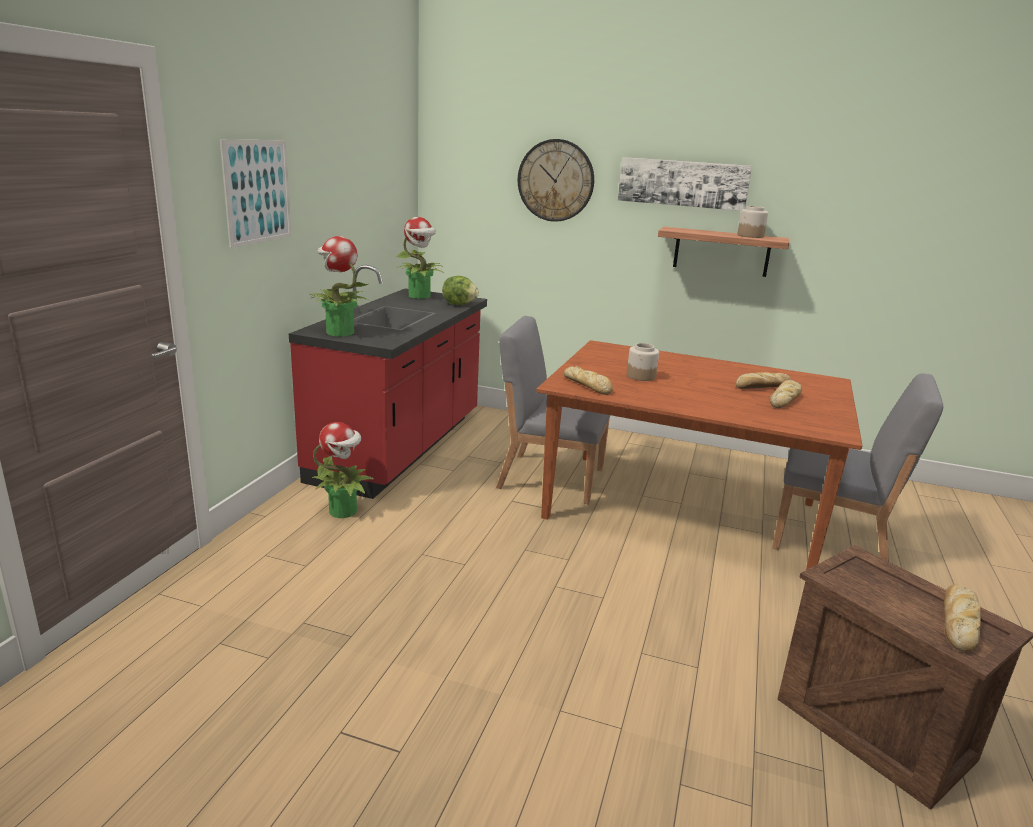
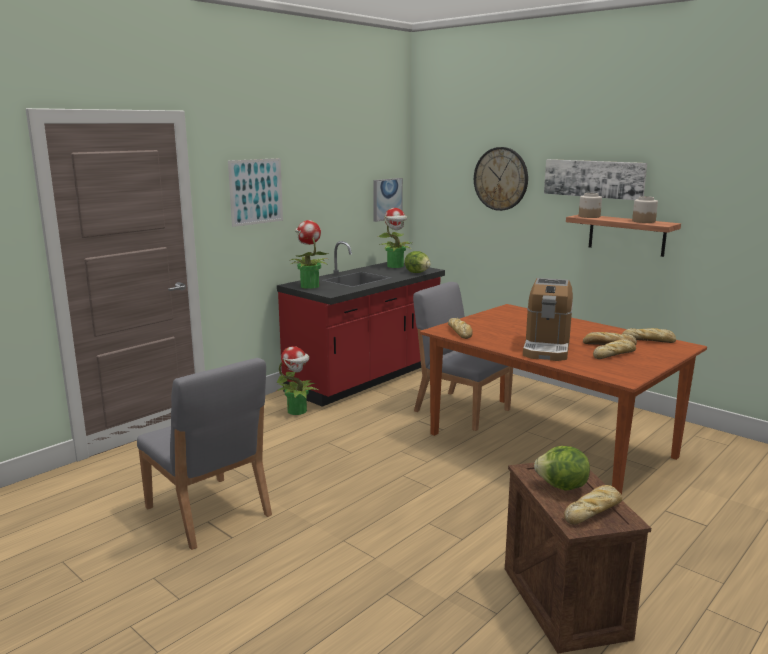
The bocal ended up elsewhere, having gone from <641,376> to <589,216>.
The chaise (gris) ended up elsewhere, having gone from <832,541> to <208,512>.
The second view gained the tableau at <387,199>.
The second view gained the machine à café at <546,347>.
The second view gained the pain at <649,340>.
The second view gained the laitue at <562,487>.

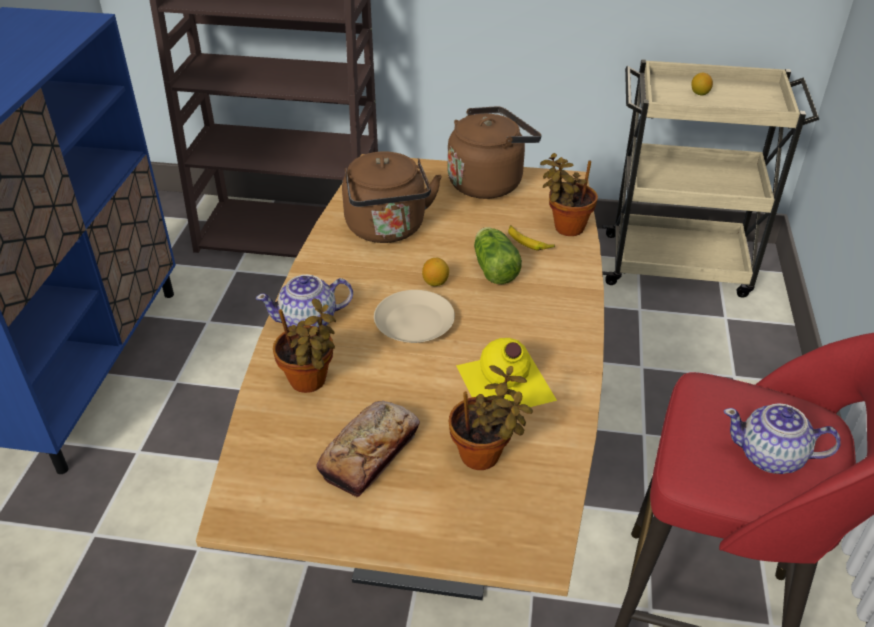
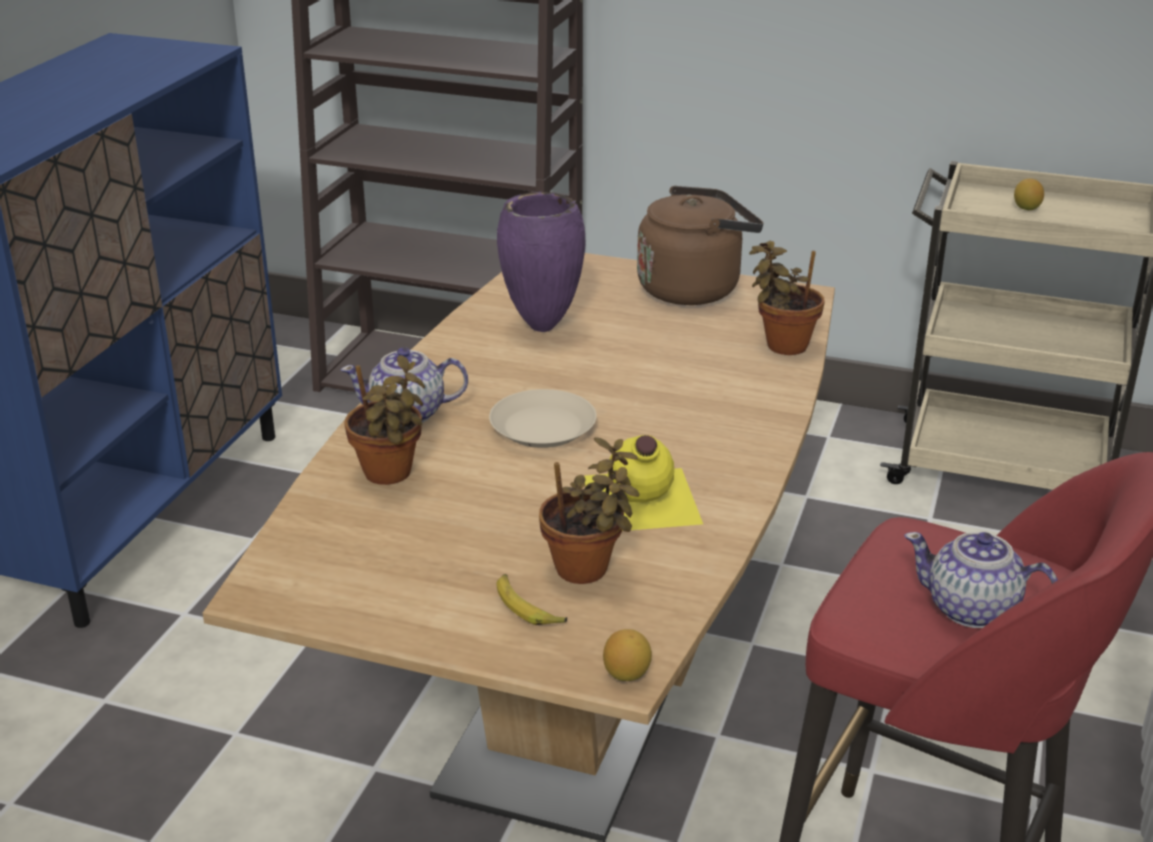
Where the bouilloire (marron) stood at <387,230>, the vase (violet) came to stand at <541,328>.
The banane ended up elsewhere, having gone from <528,242> to <527,607>.
The second view lost the laitue at <494,267>.
The citron ended up elsewhere, having gone from <435,282> to <626,674>.
The second view lost the pain at <369,453>.

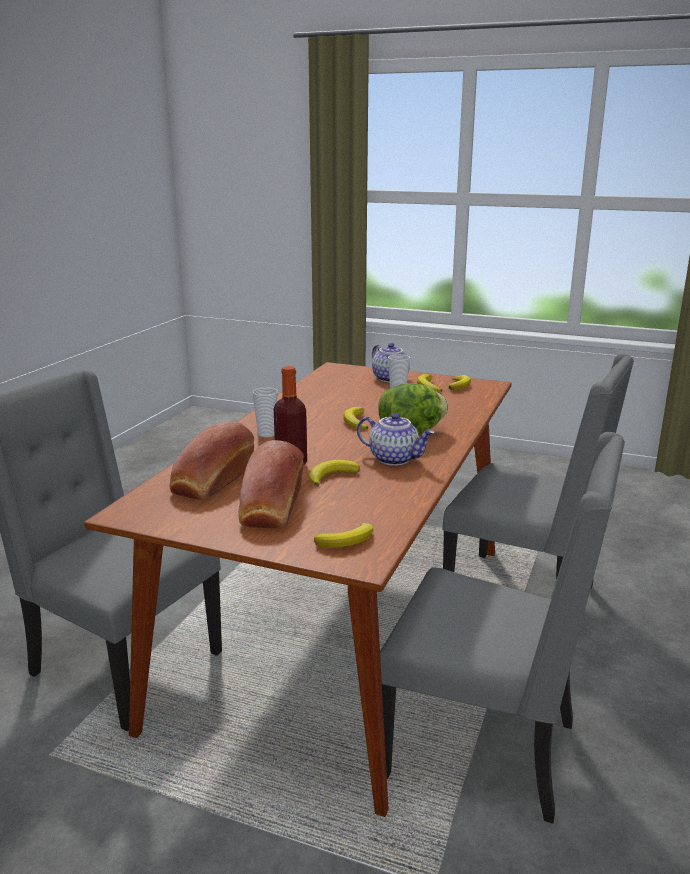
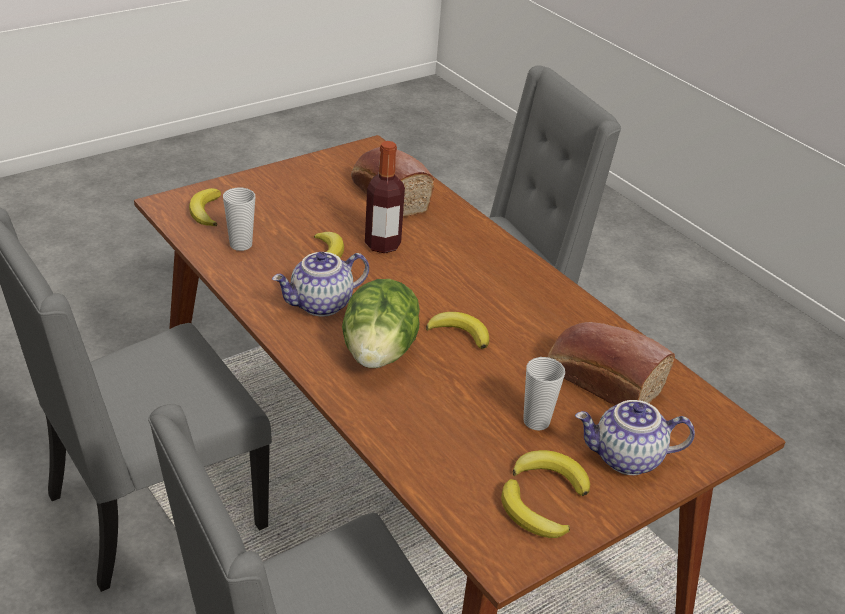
The tasse ended up elsewhere, having gone from <266,434> to <241,245>.
The pain ended up elsewhere, having gone from <271,508> to <600,380>.

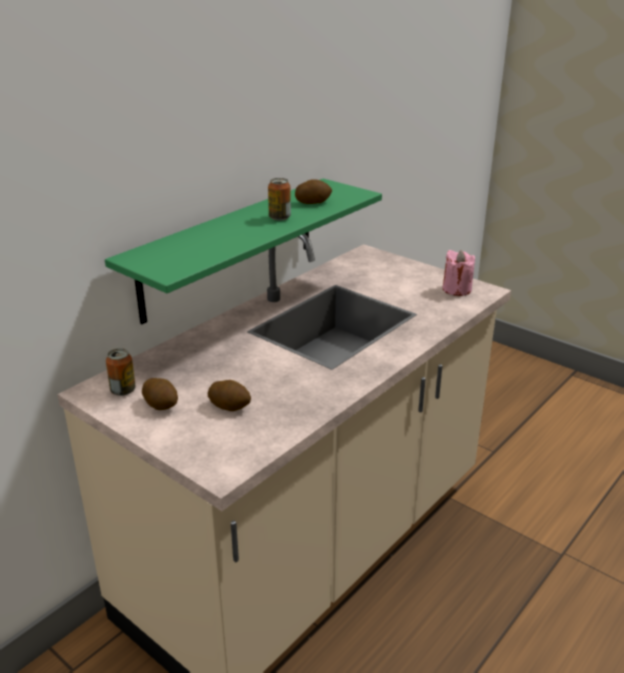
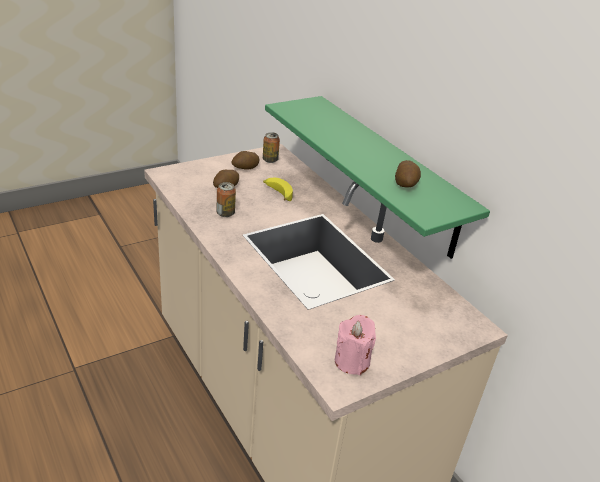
The boîte métallique ended up elsewhere, having gone from <279,217> to <225,213>.
The second view gained the banane at <277,193>.

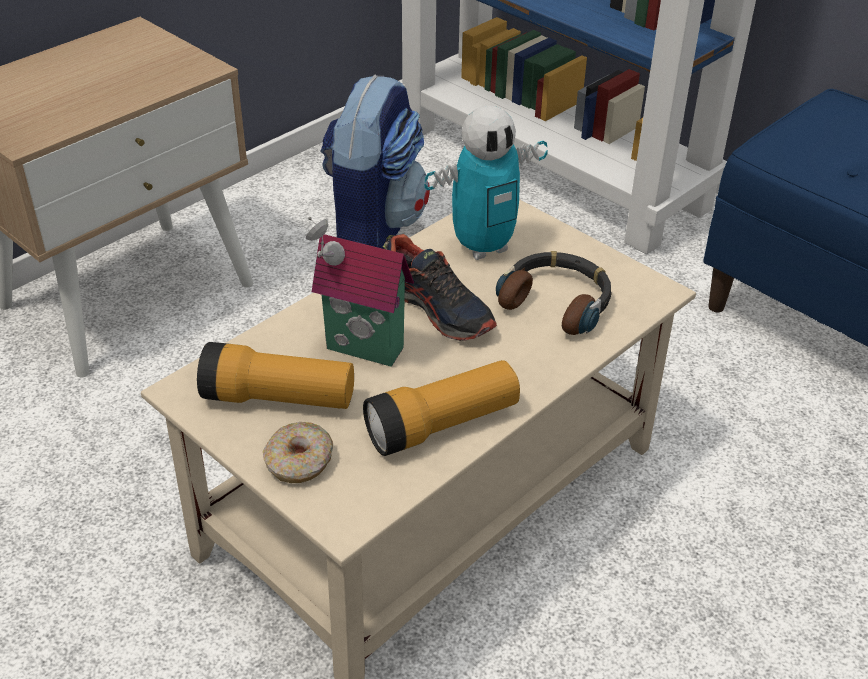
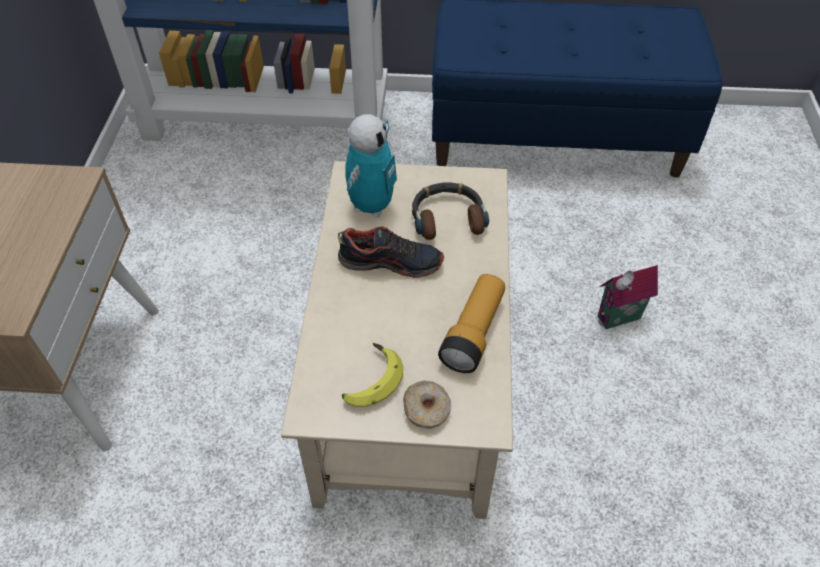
The second view lost the sac à dos at <374,226>.
The maison miniature ended up elsewhere, having gone from <362,351> to <619,320>.
Where the lampe de poche stood at <278,399>, the banane came to stand at <370,380>.

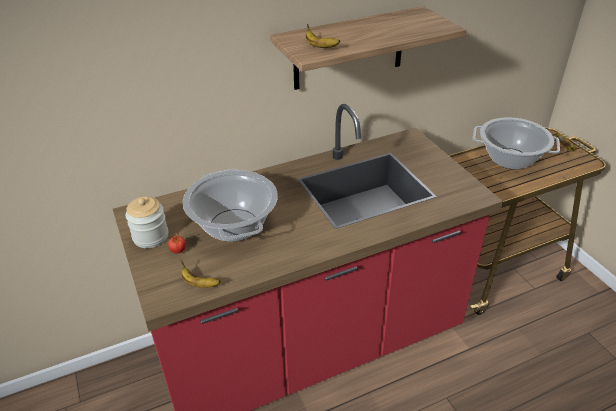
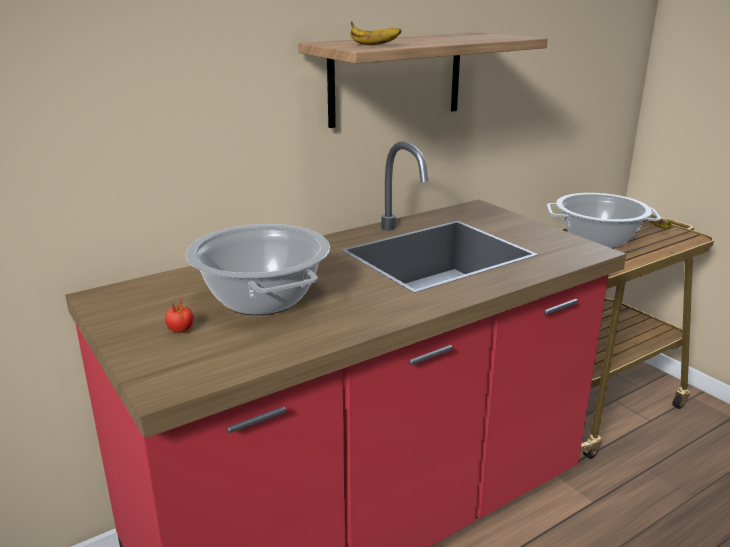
The second view lost the bocal at <151,237>.
The second view lost the banane at <199,284>.

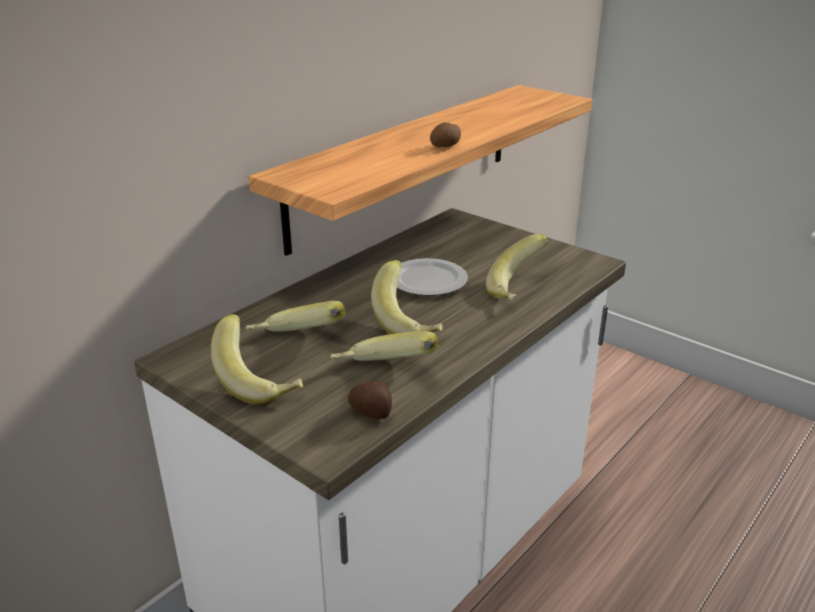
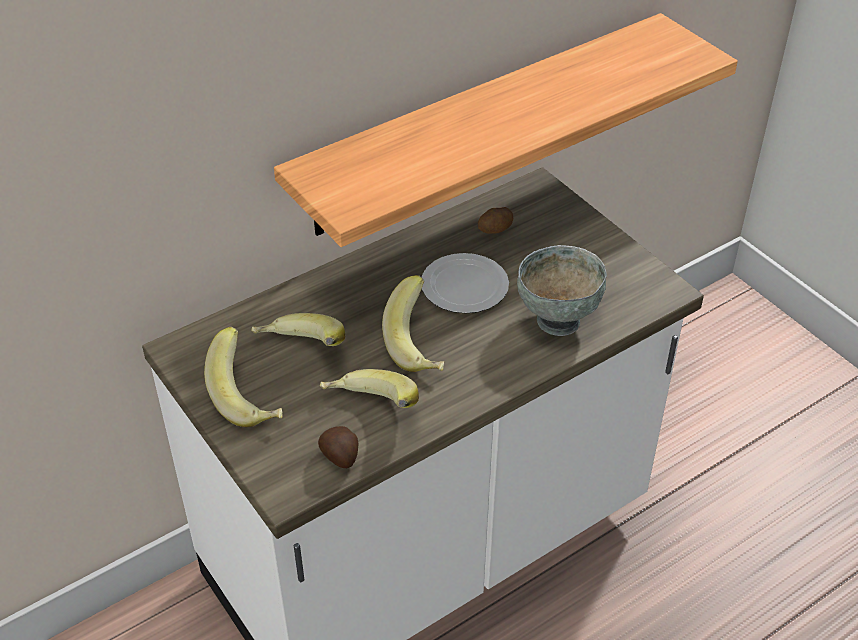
The pomme de terre ended up elsewhere, having gone from <445,146> to <495,229>.
Where the banane stood at <519,290>, the bol (gris) came to stand at <557,319>.

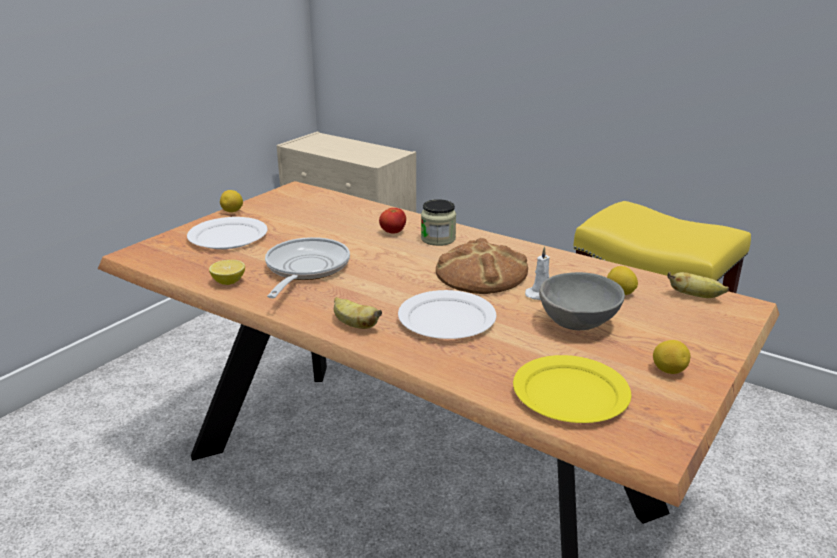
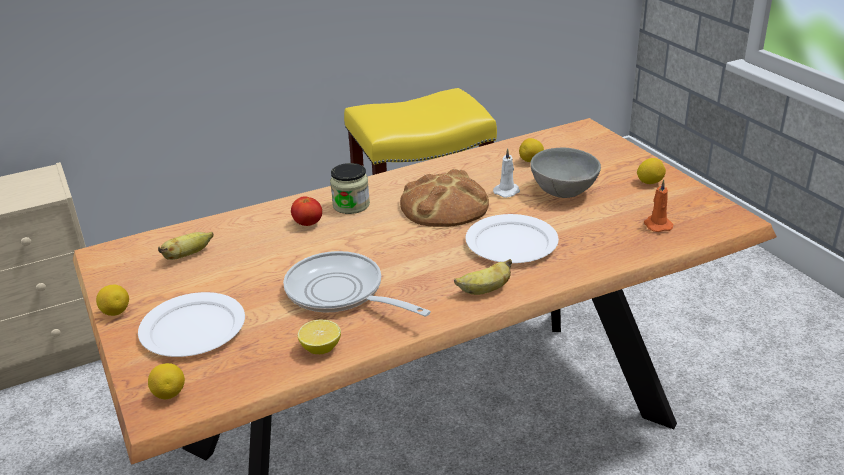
The banane ended up elsewhere, having gone from <695,296> to <188,255>.
Where the assiette (jaune) stood at <571,393>, the bougie (orange) came to stand at <657,225>.
The second view gained the citron at <169,394>.

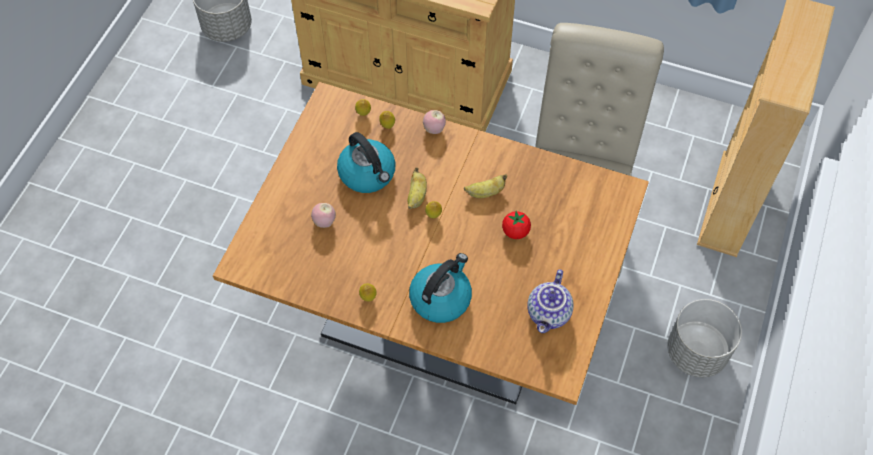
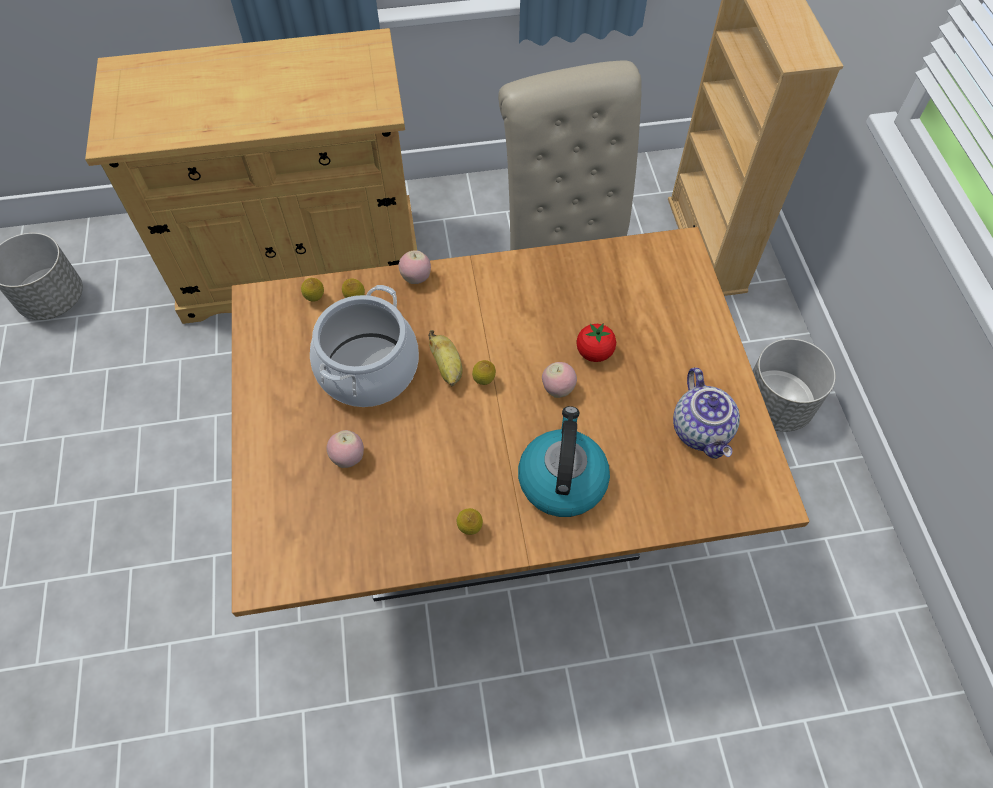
Where the bouilloire stood at <368,174>, the marmite came to stand at <368,369>.
The second view lost the banane at <485,193>.
The second view gained the pomme at <558,389>.

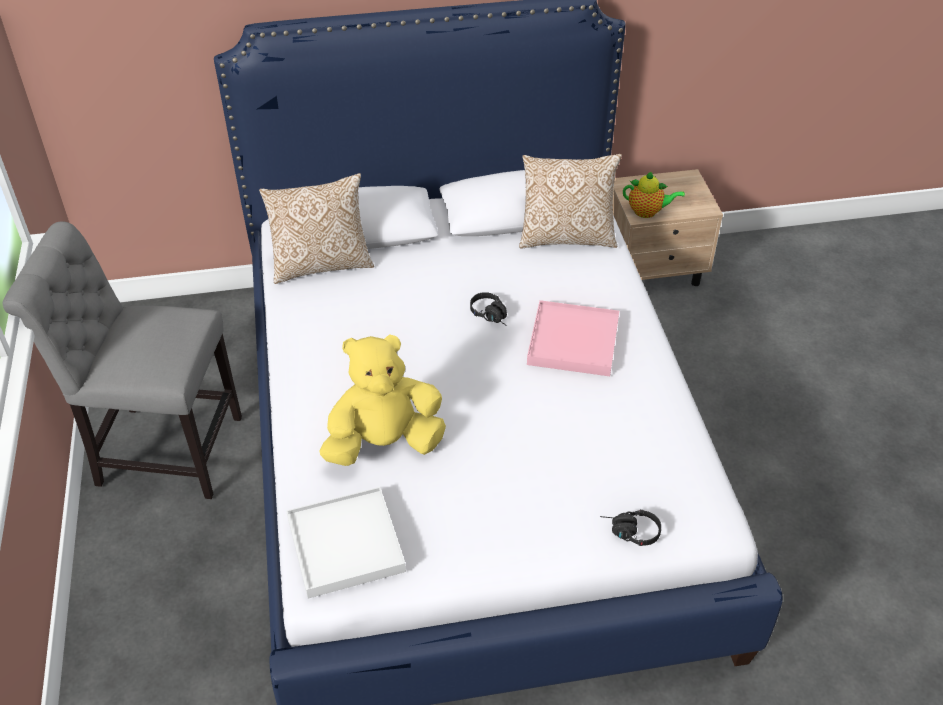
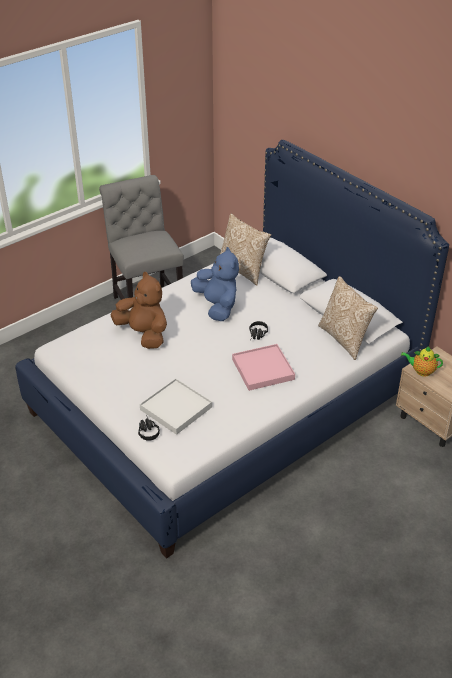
The théière at <647,212> ended up facing another way, 120 degrees clockwise from before.
What was the peluche (jaune) at <384,443> turned into the peluche (marron) at <144,334>.
The plateau (blanc) ended up elsewhere, having gone from <345,545> to <176,408>.
The second view gained the peluche (bleu) at <217,306>.

